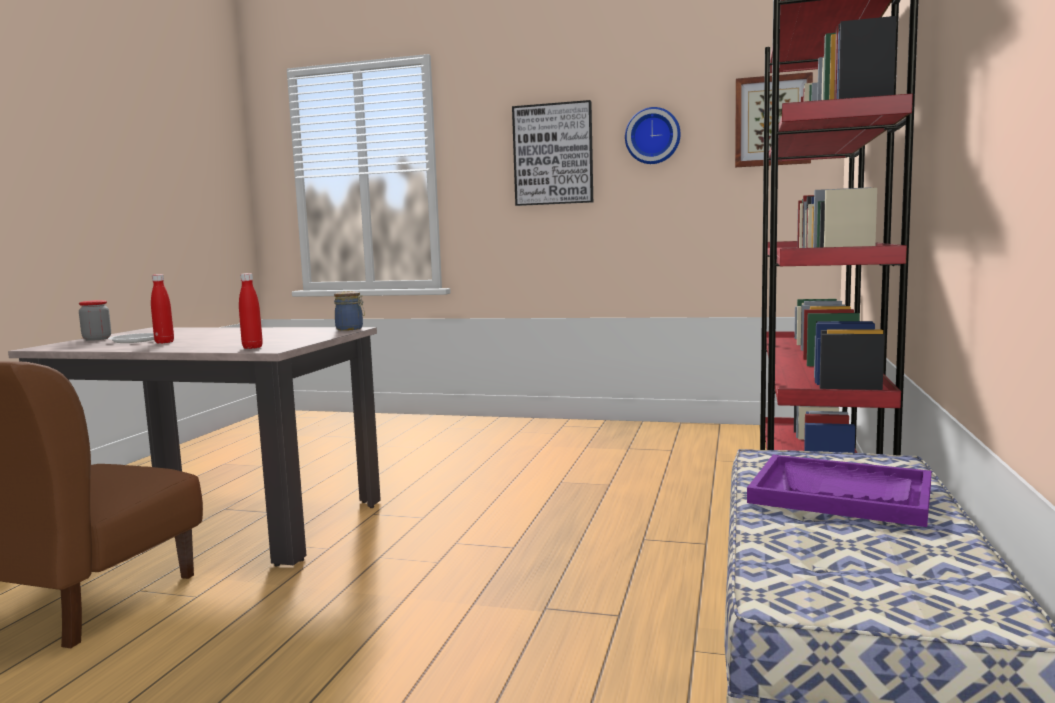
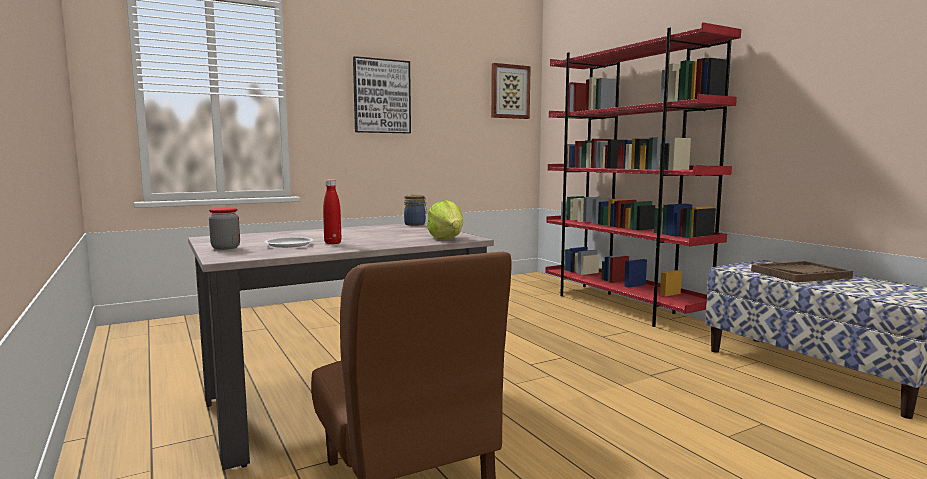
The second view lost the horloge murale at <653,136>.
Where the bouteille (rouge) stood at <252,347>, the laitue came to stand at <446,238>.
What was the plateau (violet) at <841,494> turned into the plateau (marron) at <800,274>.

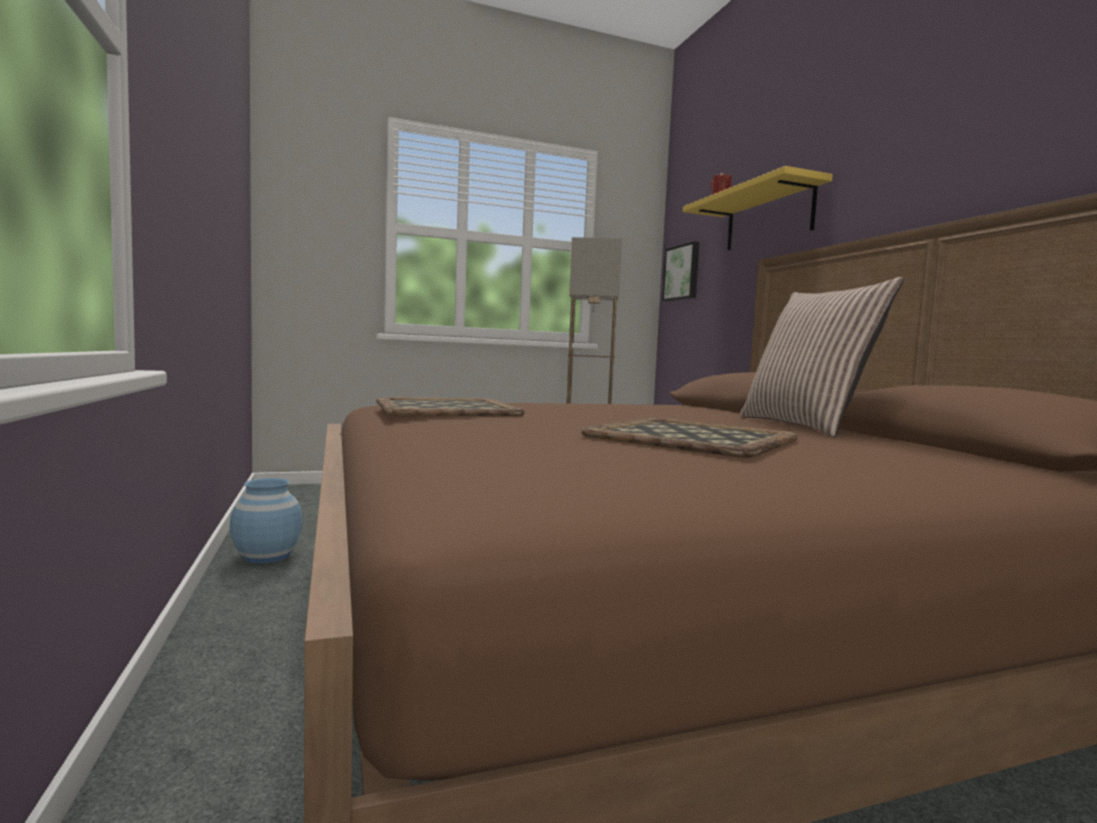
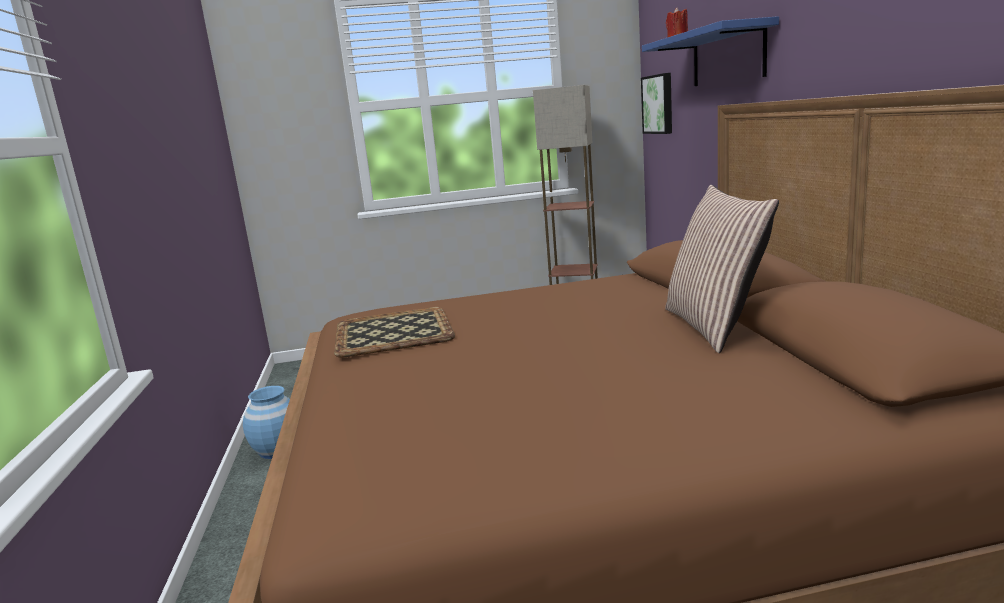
What was the étagère (jaune) at <768,218> turned into the étagère (bleu) at <727,56>.
The second view lost the plateau at <689,438>.

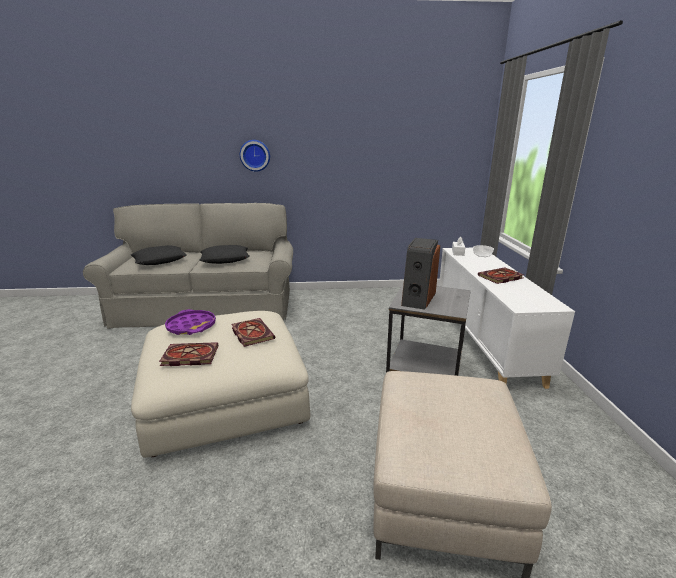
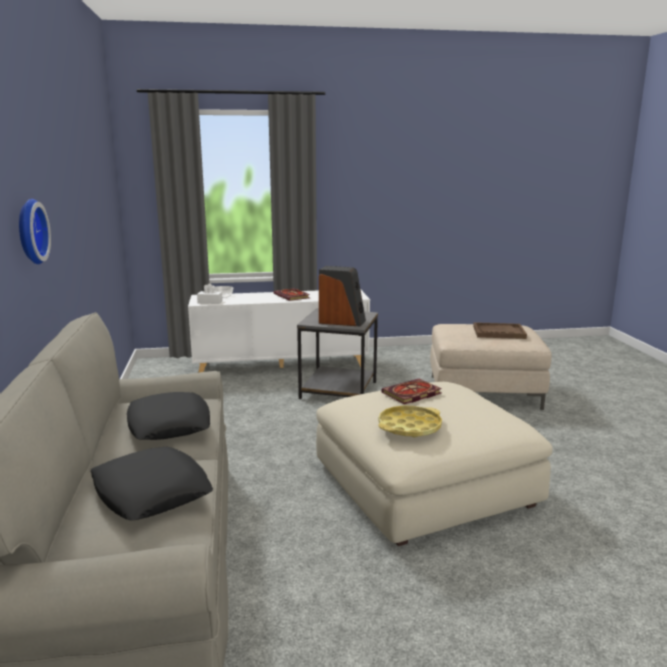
What was the plateau (violet) at <191,326> turned into the plateau (jaune) at <409,427>.
The second view lost the livre at <188,356>.
The second view gained the plateau (marron) at <498,332>.

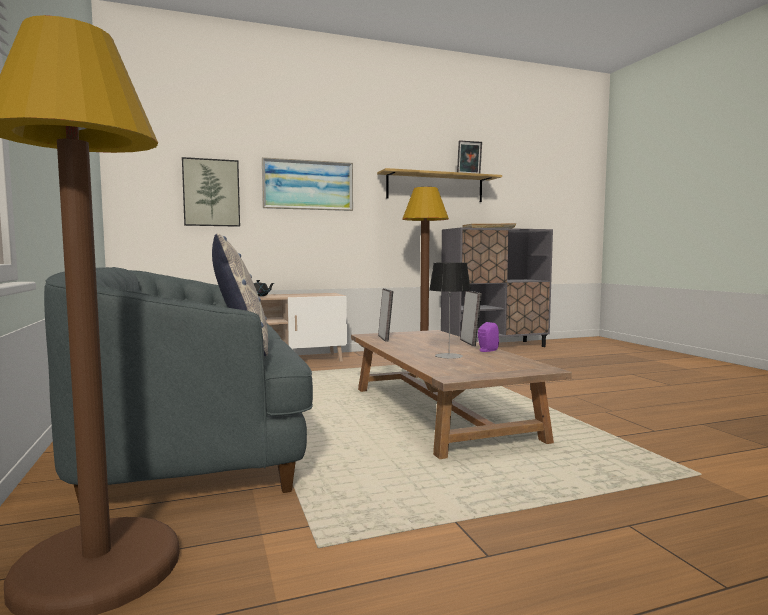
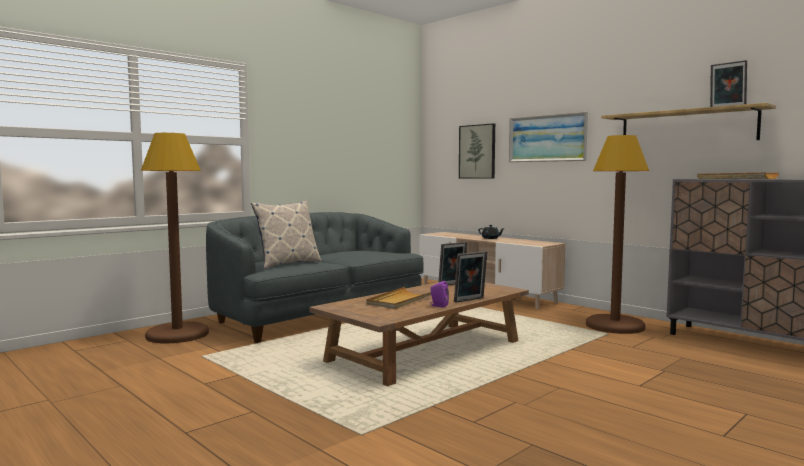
Where the lampe de table stood at <449,356>, the plateau (beige) came to stand at <400,301>.

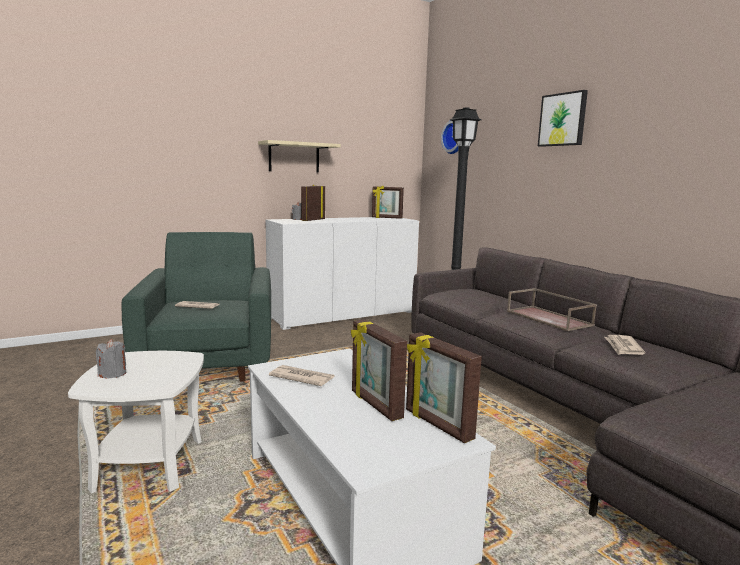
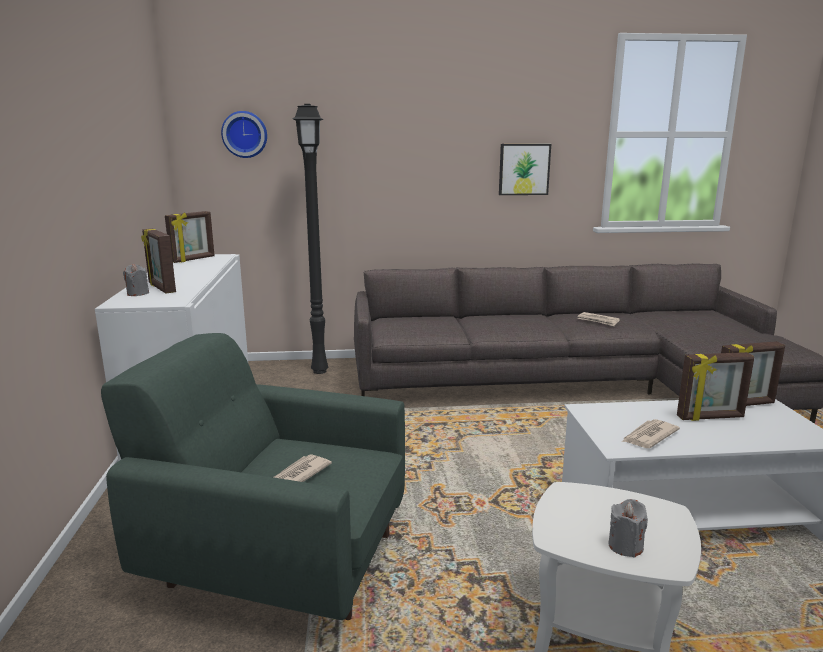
The tableau ended up elsewhere, having gone from <563,119> to <524,169>.
The second view lost the étagère (beige) at <294,157>.
The second view lost the plateau (marron) at <550,318>.

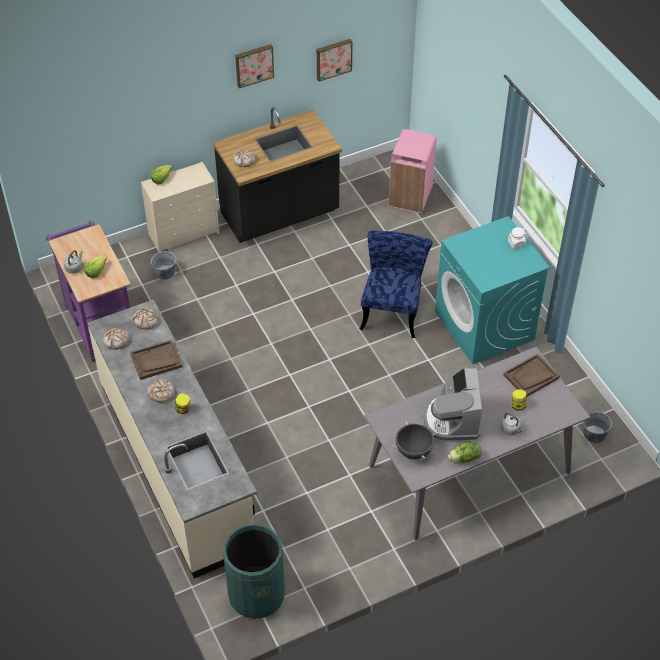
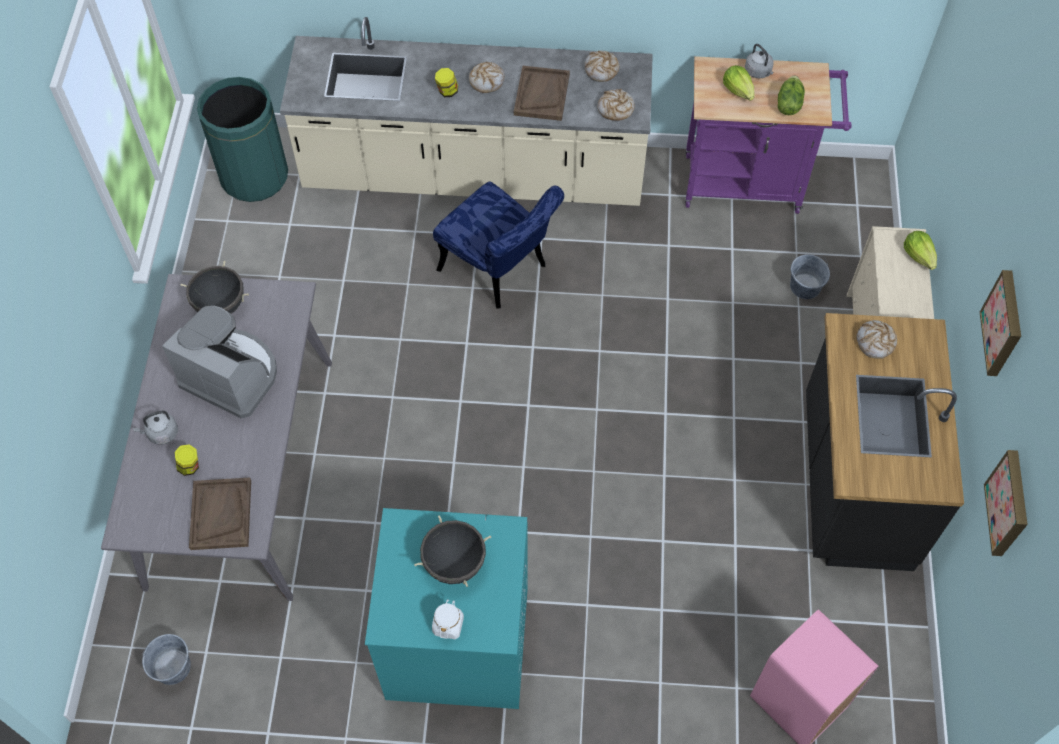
The chaise (bleu) ended up elsewhere, having gone from <392,309> to <500,272>.
The laitue ended up elsewhere, having gone from <465,458> to <788,104>.
The second view gained the marmite (noir) at <454,563>.

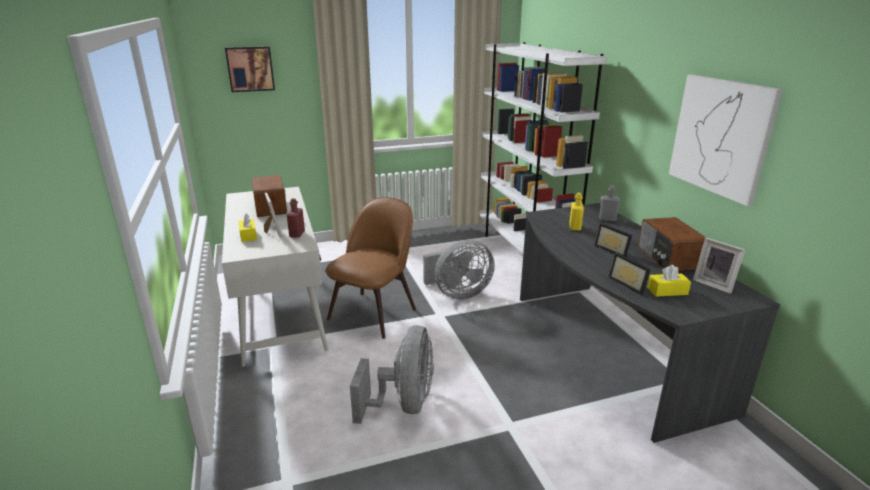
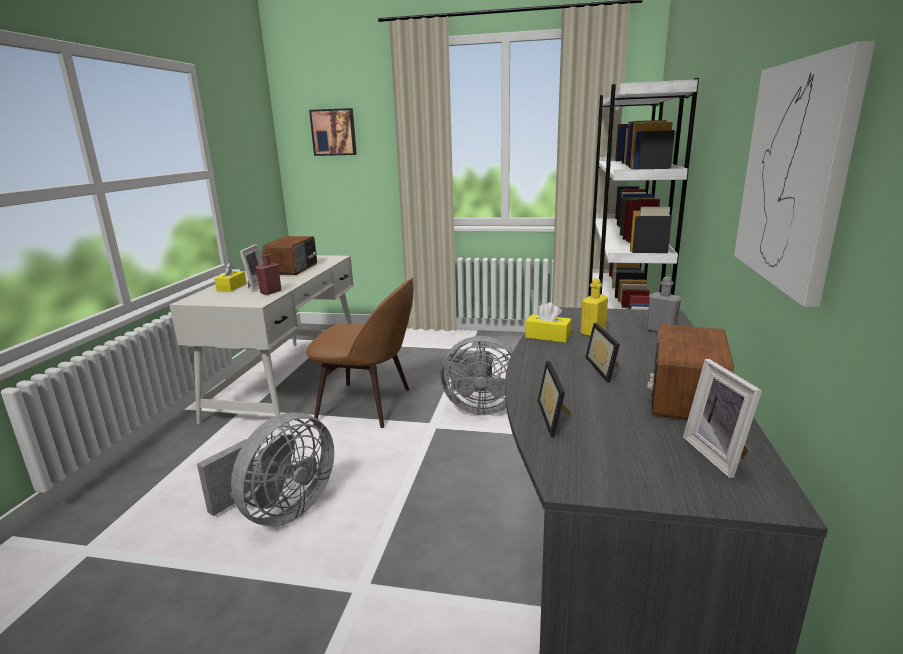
The chaise (marron) at <374,312> ended up facing another way, 45 degrees clockwise from before.
The boîte à mouchoirs (jaune) ended up elsewhere, having gone from <667,291> to <548,336>.

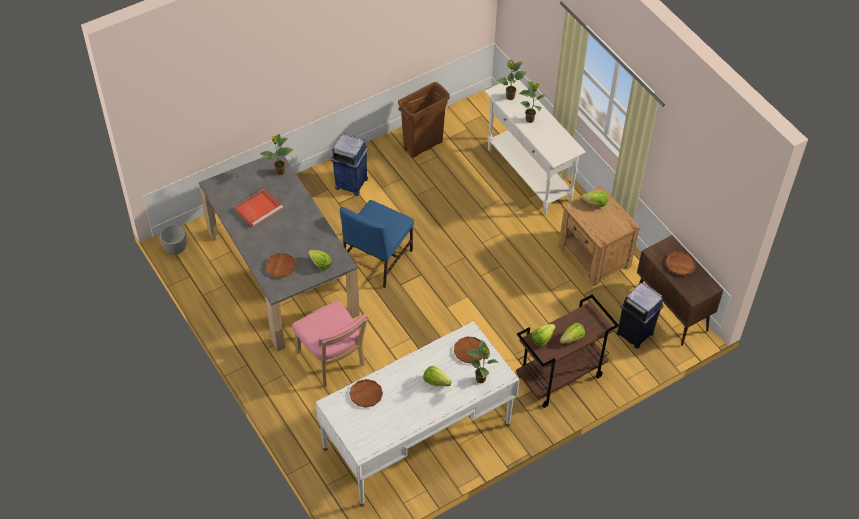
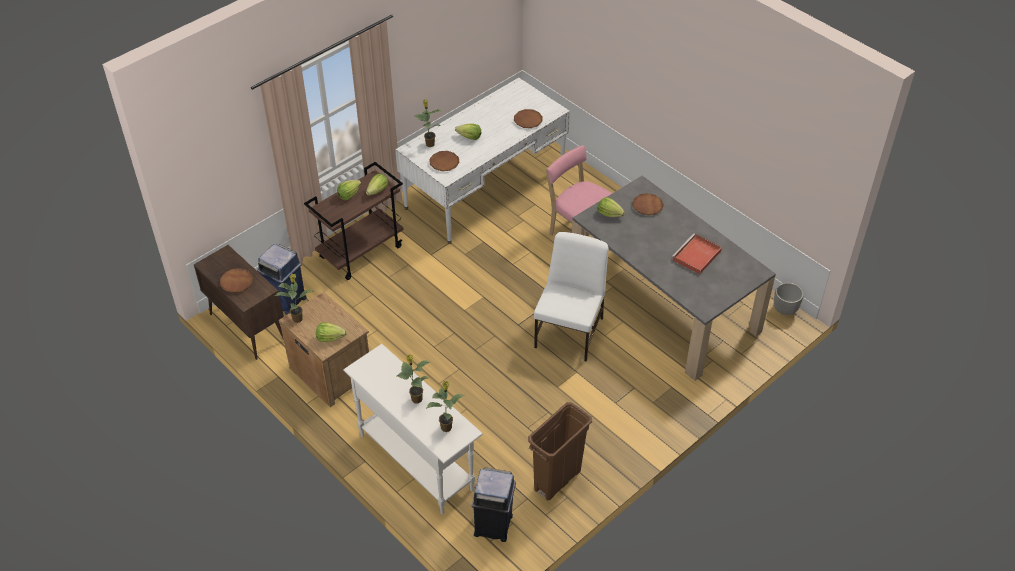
The poubelle (bleu) ended up elsewhere, having gone from <351,183> to <494,525>.
The plante en pot ended up elsewhere, having gone from <279,172> to <298,318>.
What was the chaise (bleu) at <376,260> turned into the chaise (blanc) at <570,331>.

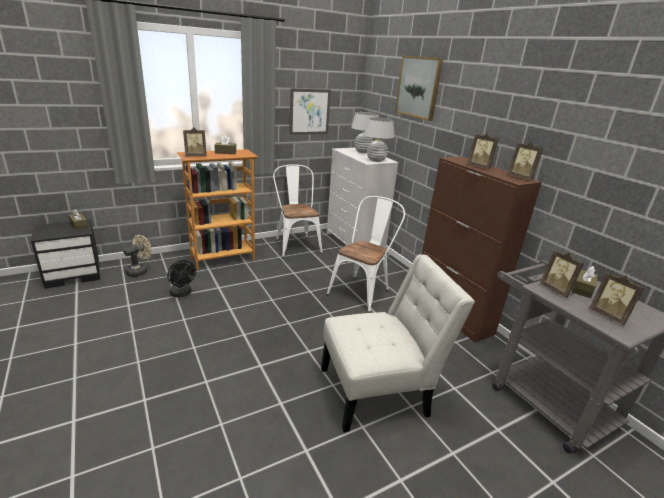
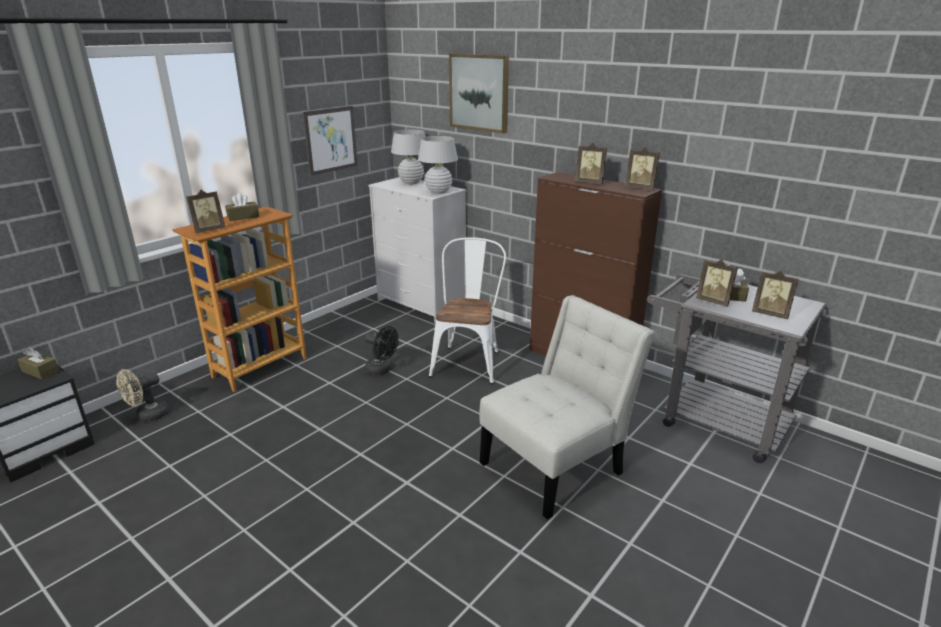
The second view lost the chaise (blanc) at <296,244>.
The ventilateur (beige) at <139,271> ended up facing another way, 150 degrees counterclockwise from before.
The ventilateur (noir) ended up elsewhere, having gone from <182,294> to <382,370>.

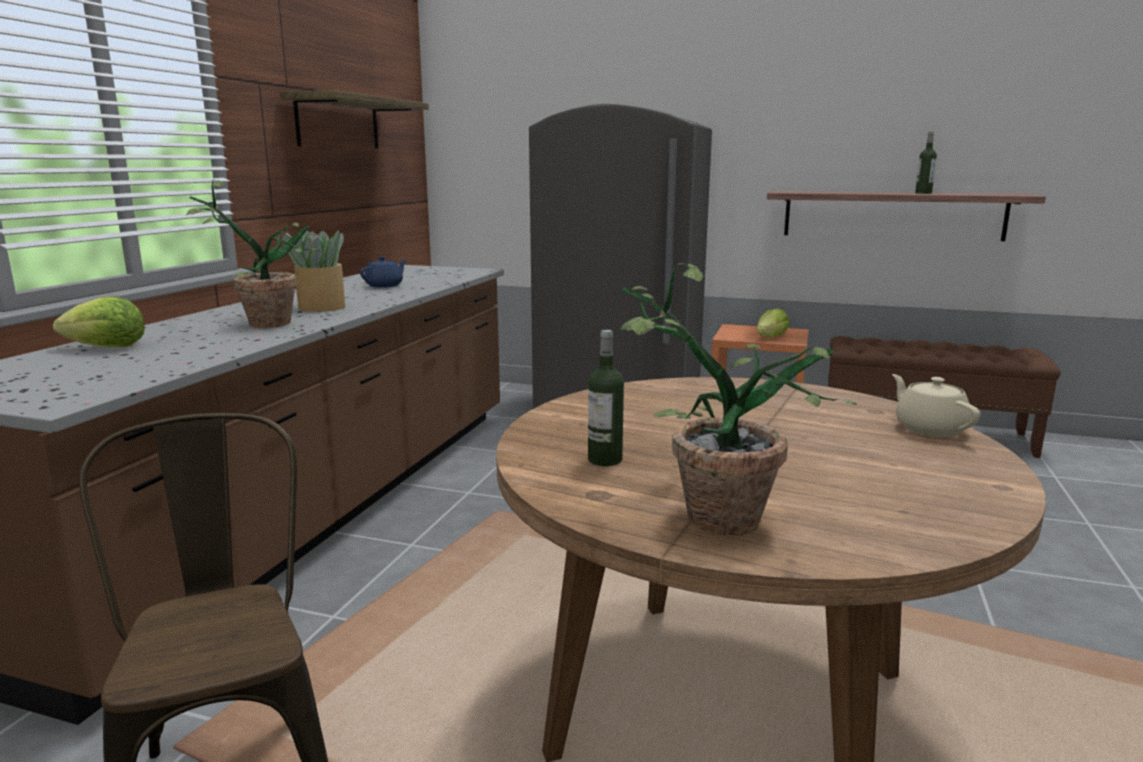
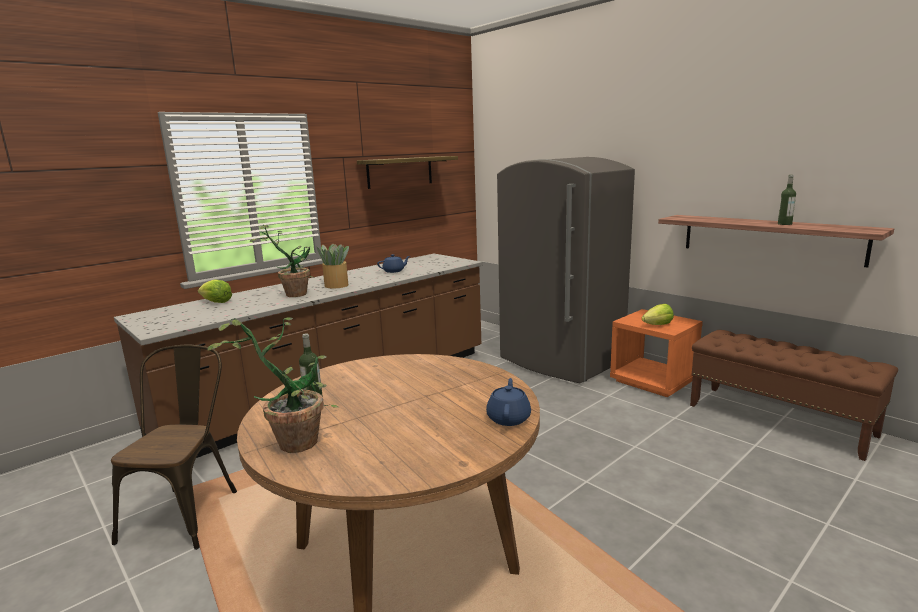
What was the théière (beige) at <929,429> turned into the théière (bleu) at <509,418>.

